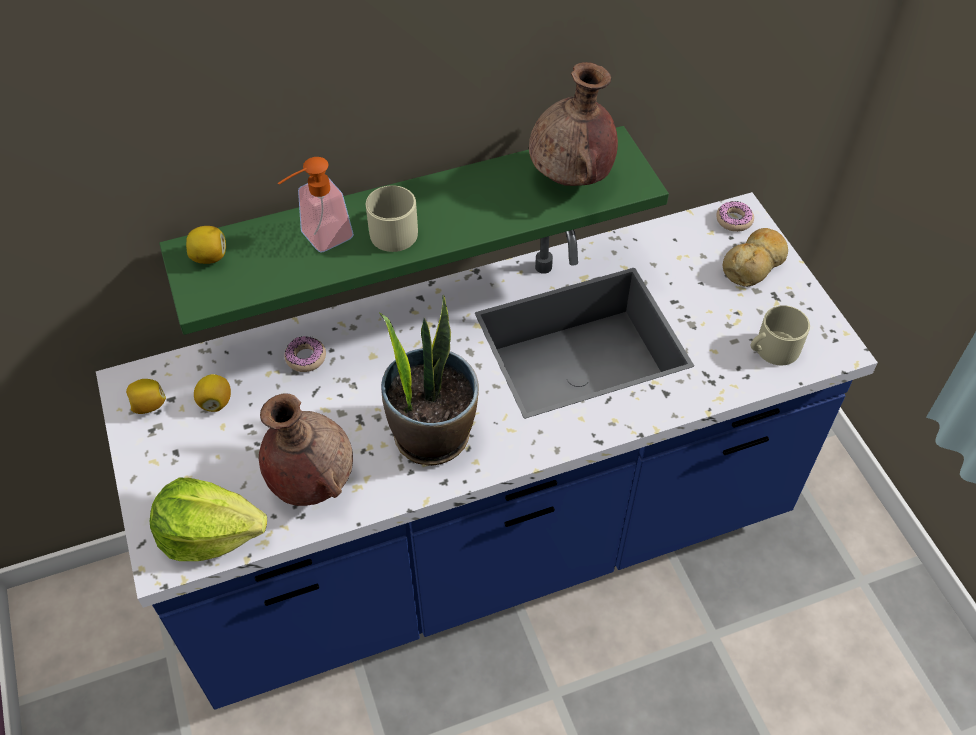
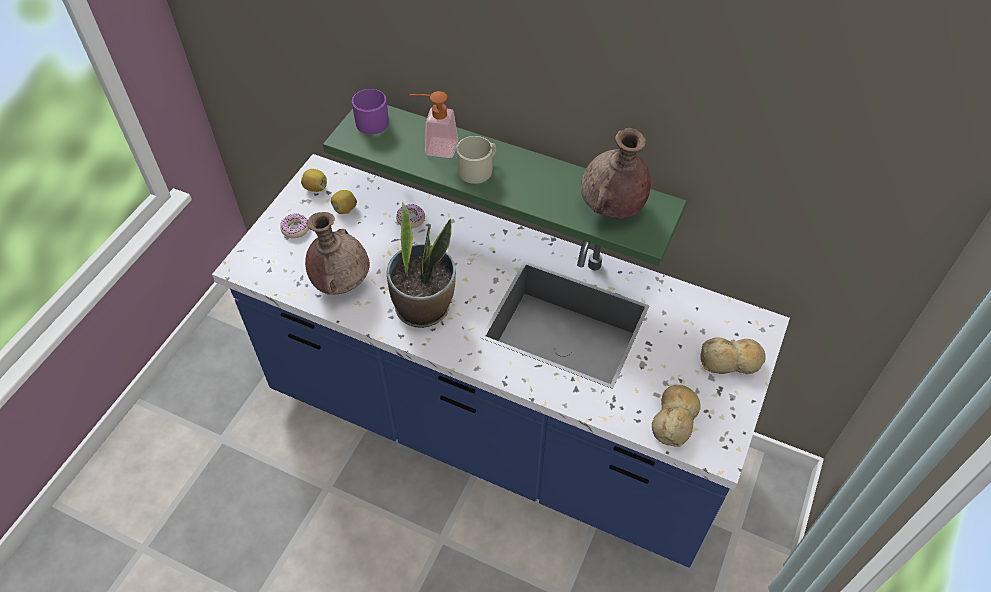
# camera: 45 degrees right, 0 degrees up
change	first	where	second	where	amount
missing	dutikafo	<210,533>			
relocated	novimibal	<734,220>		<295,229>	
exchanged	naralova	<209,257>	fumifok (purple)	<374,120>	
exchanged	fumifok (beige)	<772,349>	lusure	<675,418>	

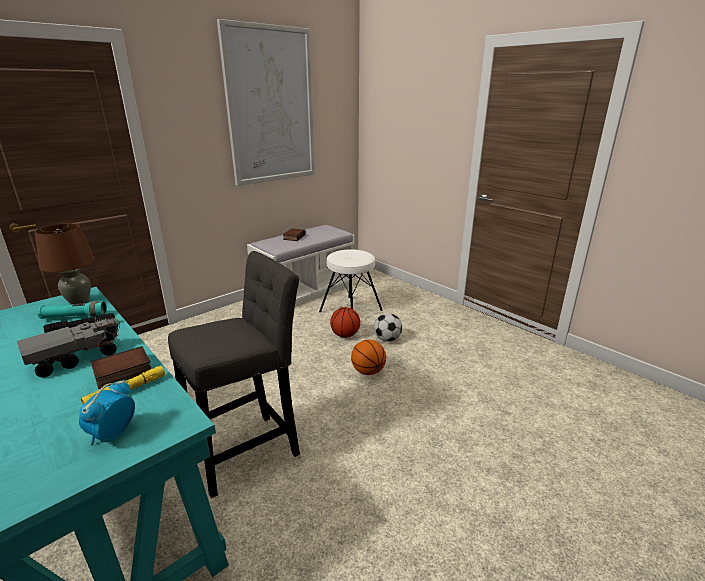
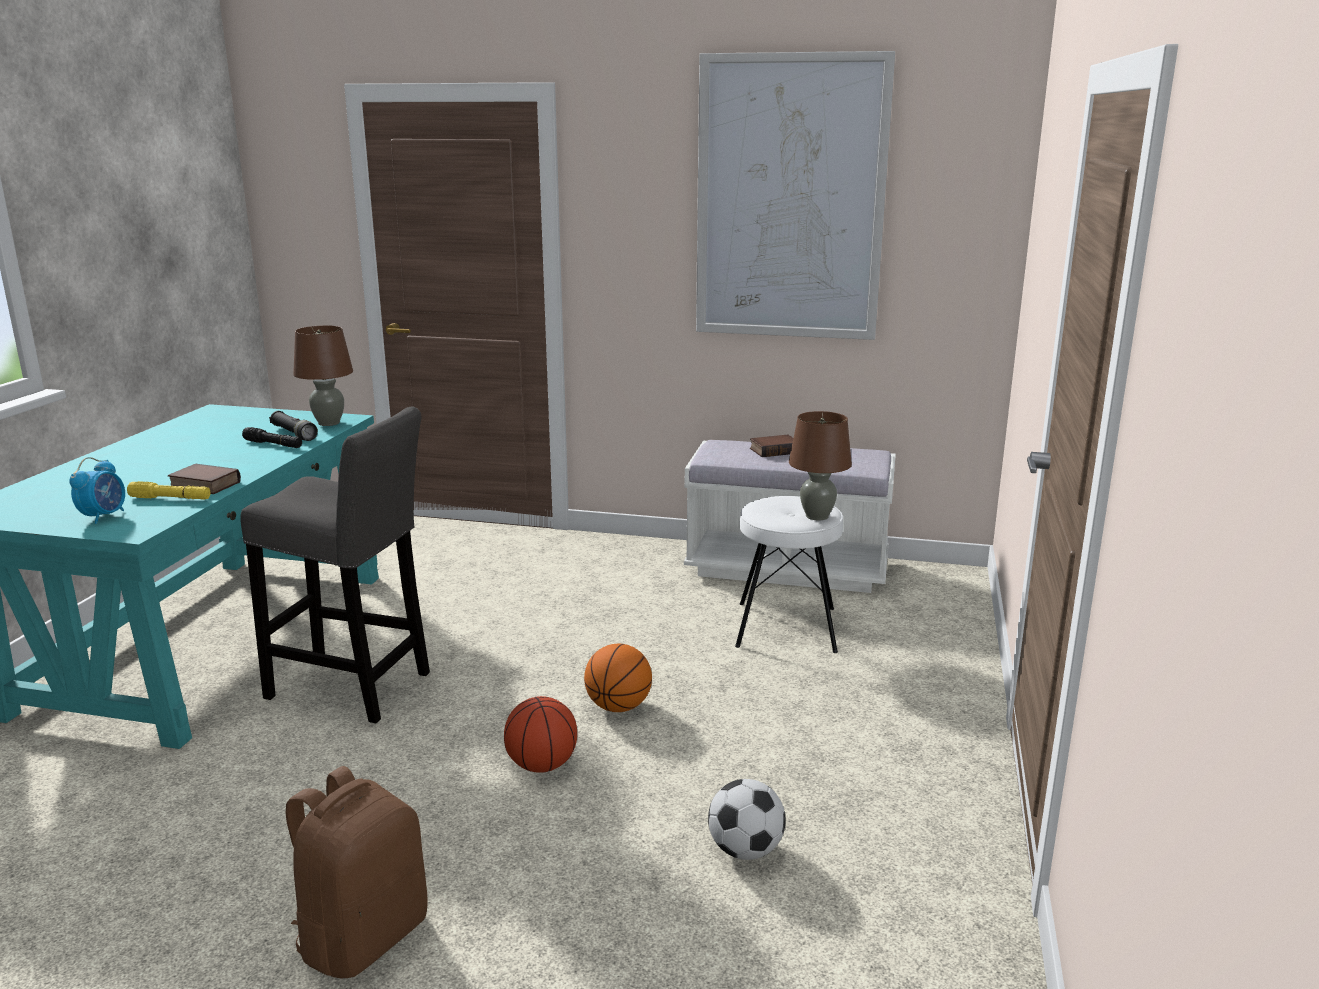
# camera: 55 degrees right, 5 degrees down
change	first	where	second	where	amount
missing	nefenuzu	<76,358>			
appeared			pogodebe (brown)	<363,936>	
appeared			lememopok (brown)	<817,516>	
relocated	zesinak	<345,335>		<541,765>	
relocated	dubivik	<387,339>		<746,850>	
colour	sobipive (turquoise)	<75,317>	sobipive (black)	<294,434>	
spun	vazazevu	<113,434>		<104,516>	120 degrees clockwise

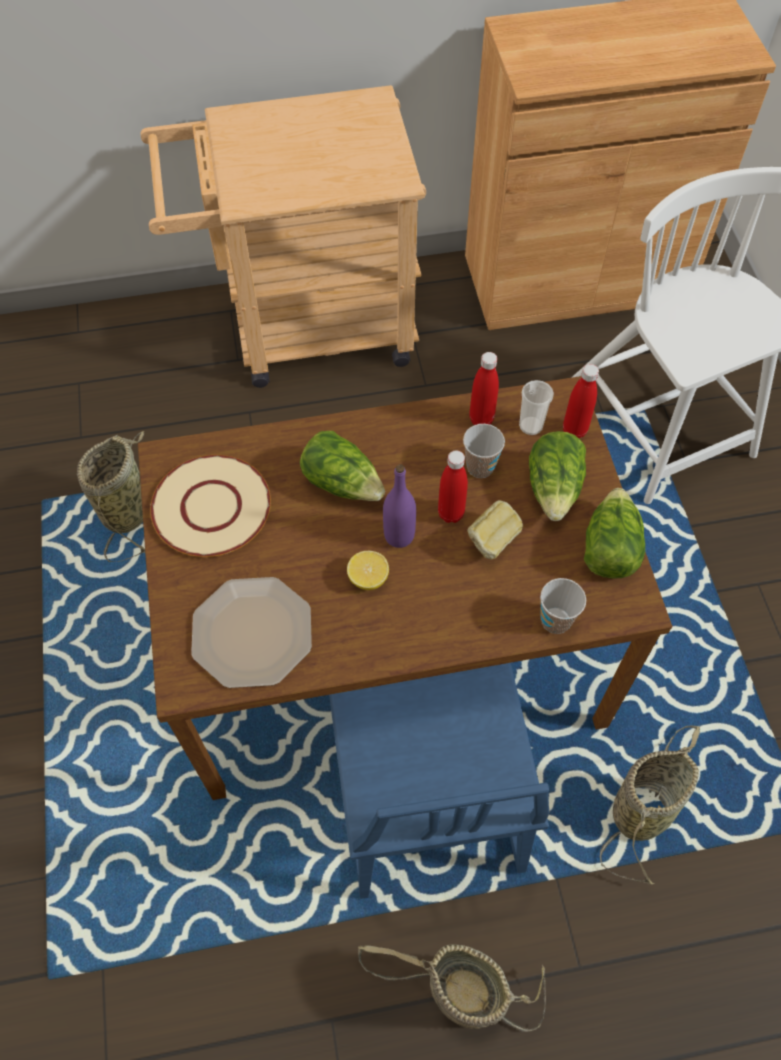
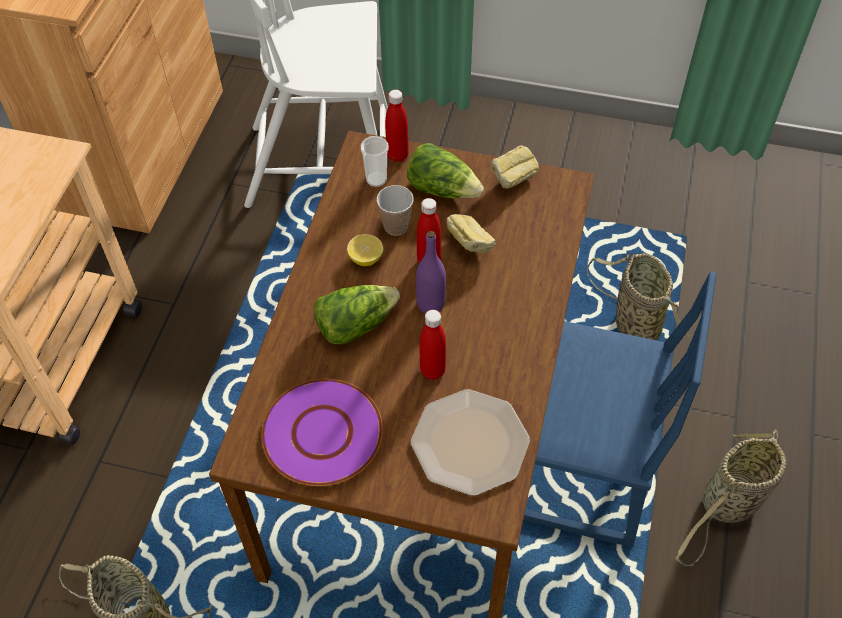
# camera: 65 degrees left, 5 degrees down
change	first	where	second	where	amount
missing	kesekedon	<555,620>			
relocated	naralova	<368,578>		<365,258>	
relocated	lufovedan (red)	<481,419>		<432,371>	
exchanged	dutikafo	<609,548>	lusure	<512,179>	
colour	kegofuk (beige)	<211,506>	kegofuk (purple)	<321,433>	

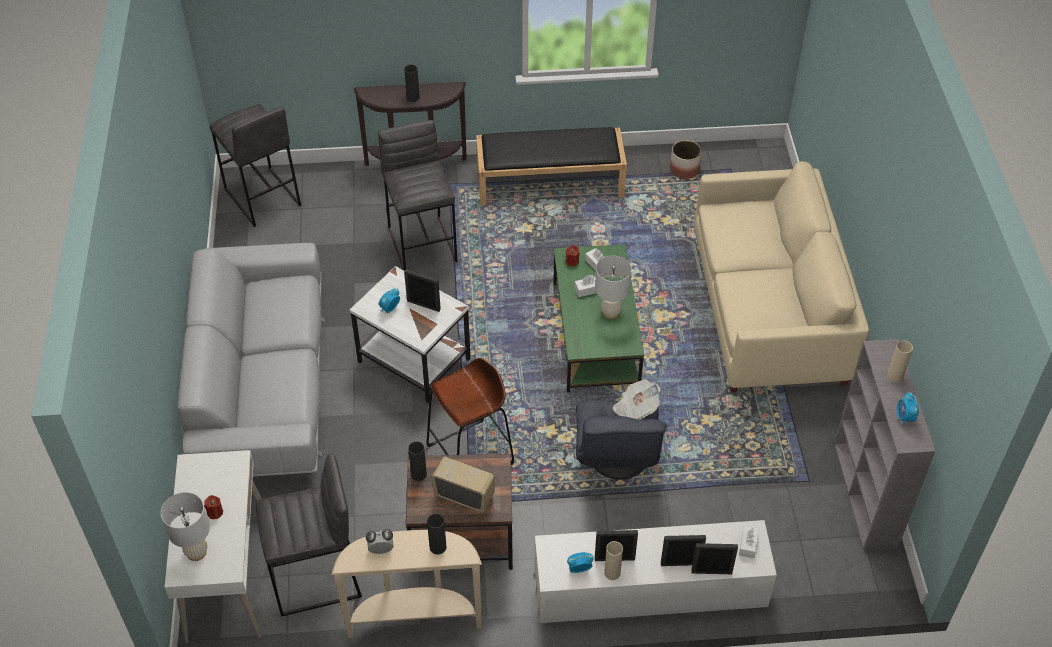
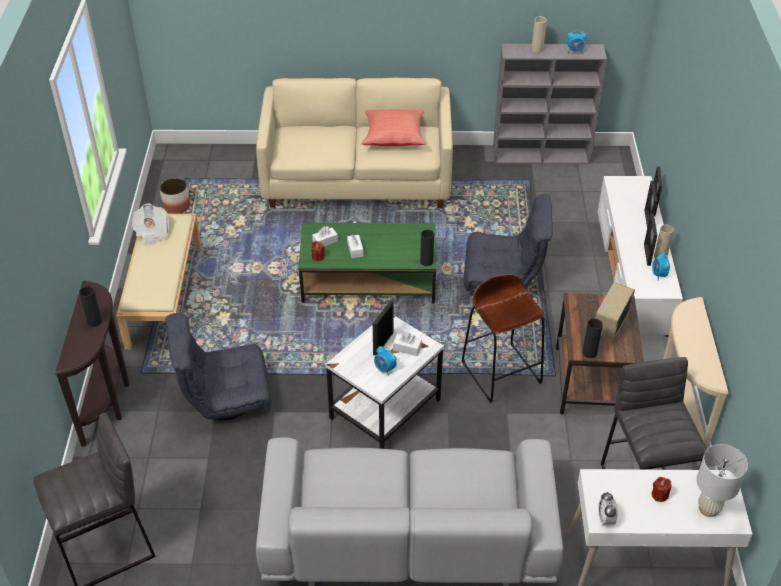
# camera: 85 degrees left, 5 degrees down
change	first	where	second	where	amount
missing	lememopok (white)	<610,312>			
appeared			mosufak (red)	<394,137>	
relocated	vazazevu	<381,550>		<605,519>	
relocated	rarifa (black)	<438,547>		<426,262>	
relocated	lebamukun	<635,408>		<152,233>	
relocated	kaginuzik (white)	<748,545>		<407,348>	
exchanged	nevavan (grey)	<423,244>	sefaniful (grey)	<225,398>	
colour	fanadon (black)	<551,182>	fanadon (beige)	<164,295>	

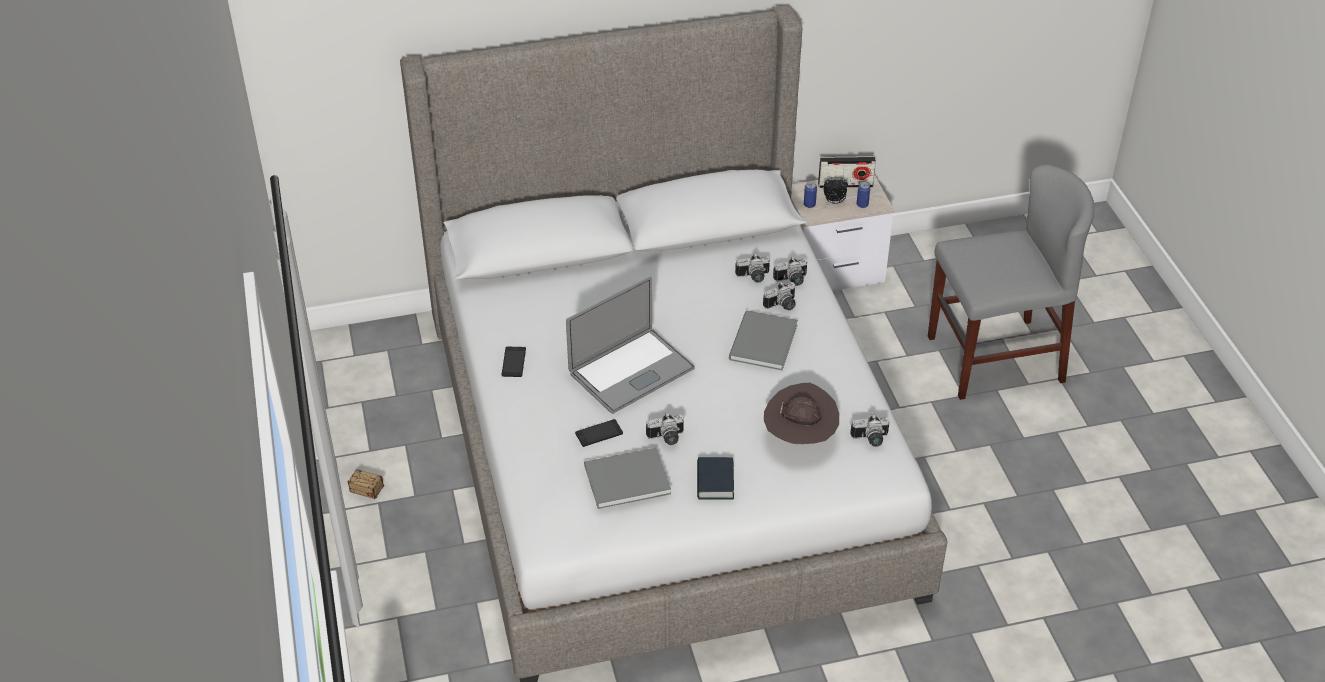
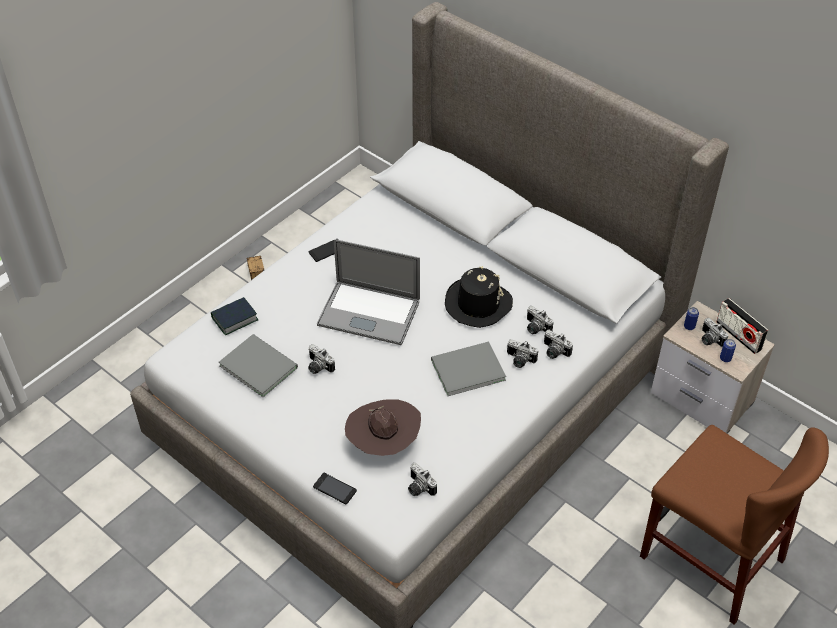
# camera: 55 degrees right, 5 degrees up
change	first	where	second	where	amount
appeared			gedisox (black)	<477,304>	
relocated	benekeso	<599,433>		<334,489>	
relocated	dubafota	<715,482>		<234,319>	
exchanged	vazazevu	<834,202>	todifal	<709,339>	
colour	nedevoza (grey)	<994,359>	nedevoza (brown)	<711,558>	

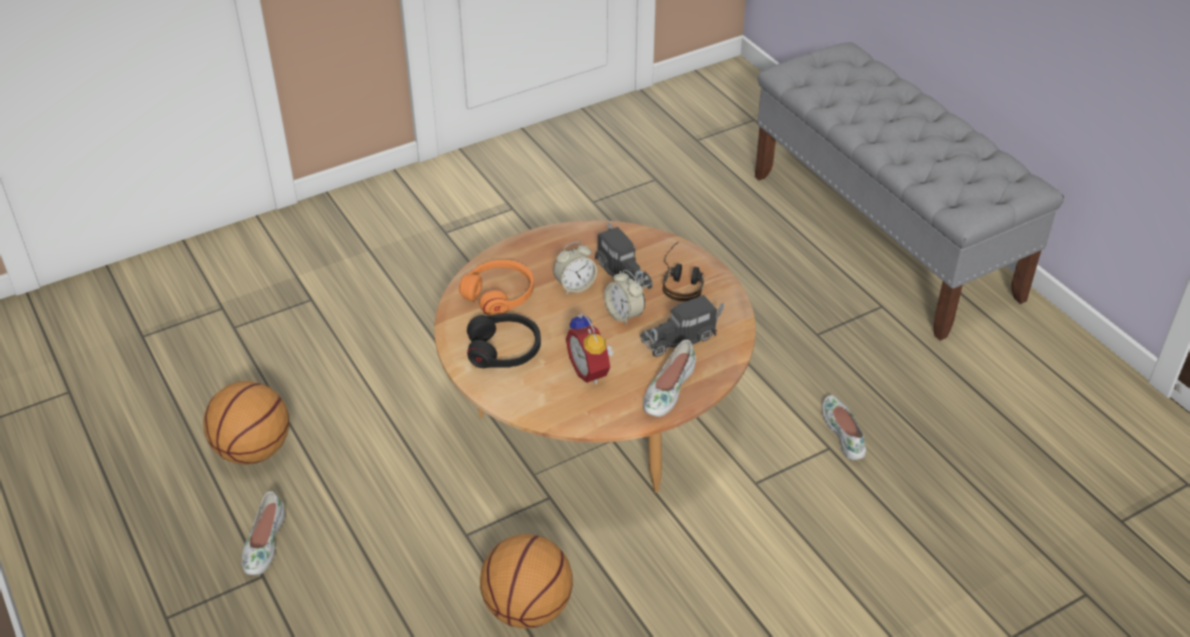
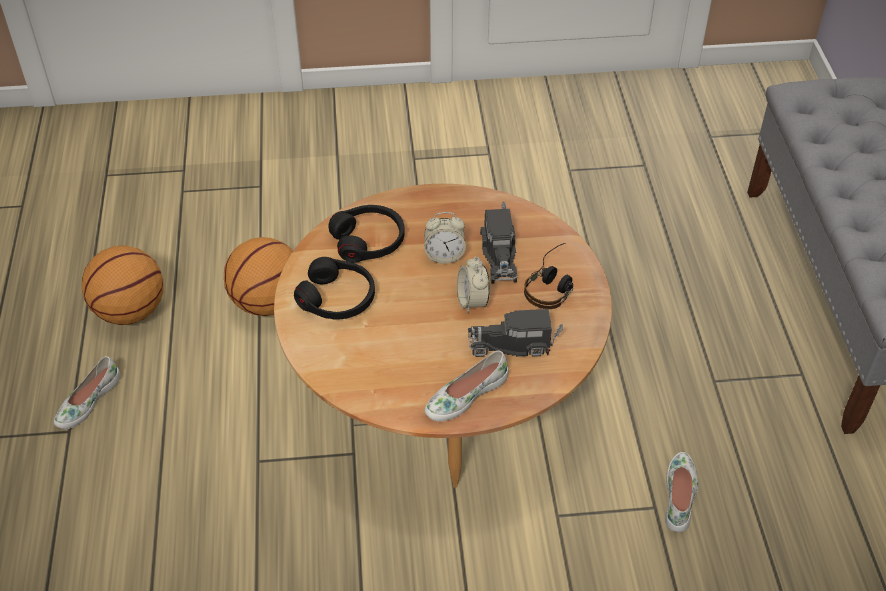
# camera: 25 degrees right, 5 degrees up
change	first	where	second	where	amount
missing	vazazevu	<591,371>			
relocated	zesinak	<527,608>		<267,302>	
colour	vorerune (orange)	<499,295>	vorerune (black)	<368,241>	

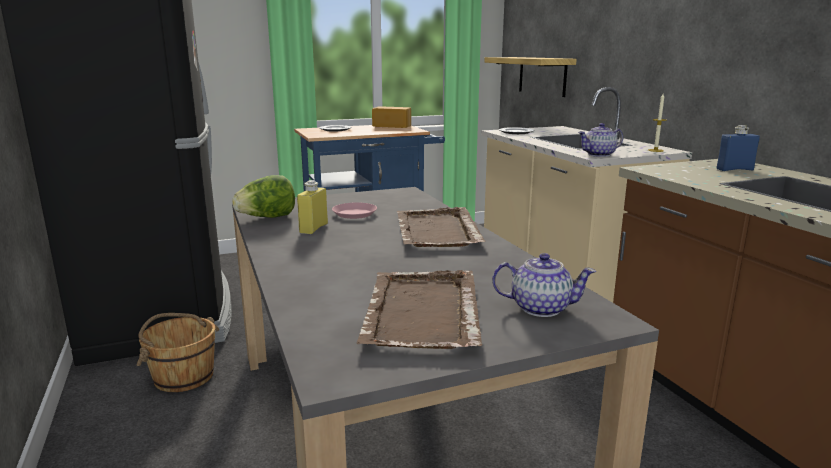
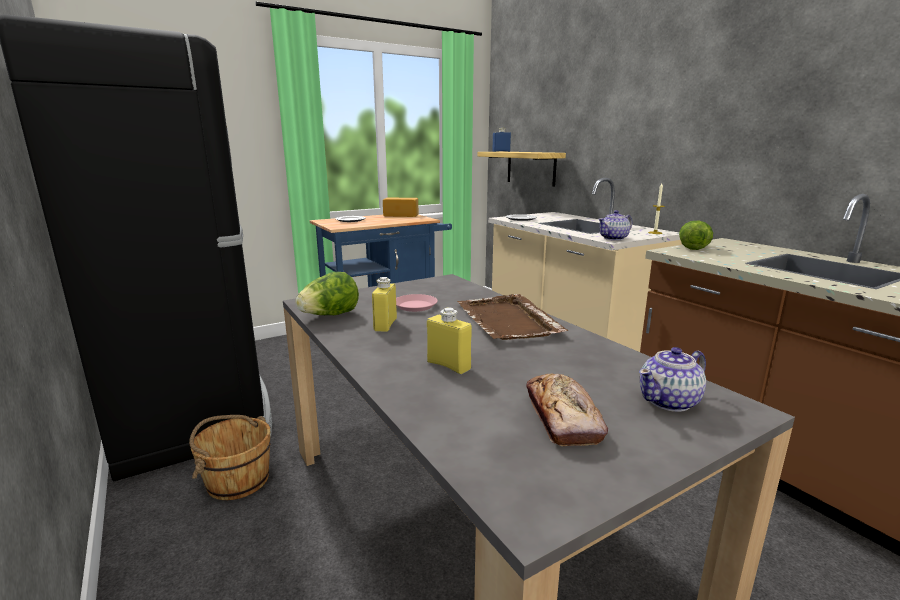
# camera: 10 degrees left, 0 degrees up
change	first	where	second	where	amount
appeared			lufovedan (yellow)	<448,365>	
appeared			dutikafo	<692,247>	
relocated	lufovedan (blue)	<734,169>		<501,151>	
exchanged	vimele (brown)	<421,313>	lusure	<562,418>	
spun	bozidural	<540,308>		<670,401>	150 degrees clockwise

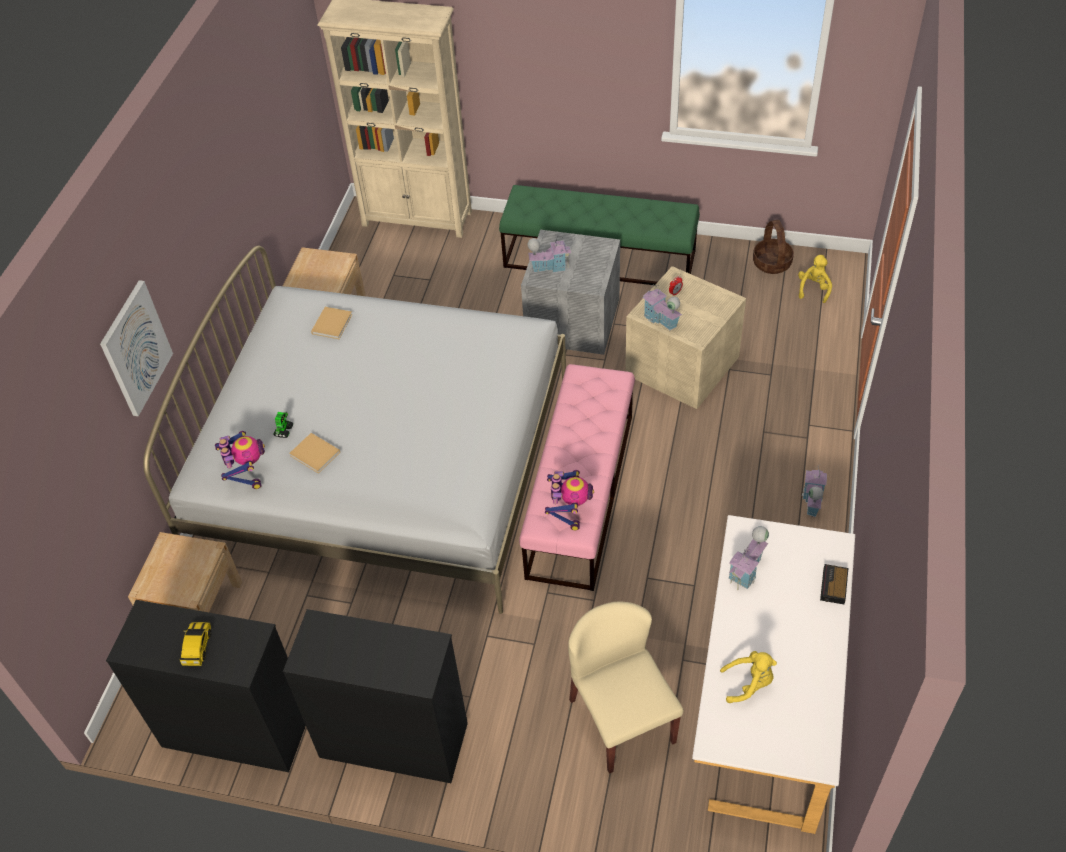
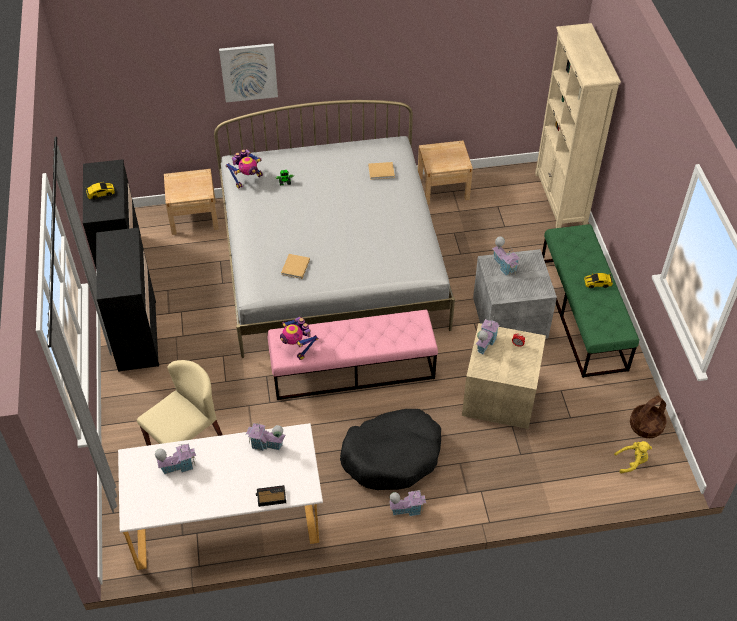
# camera: 65 degrees right, 0 degrees up
change	first	where	second	where	amount
appeared			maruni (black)	<392,456>	
appeared			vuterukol	<597,283>	
relocated	dubafota (beige)	<316,455>		<295,268>	
exchanged	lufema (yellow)	<749,683>	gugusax	<178,466>	
spun	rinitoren	<569,510>		<297,347>	75 degrees clockwise

